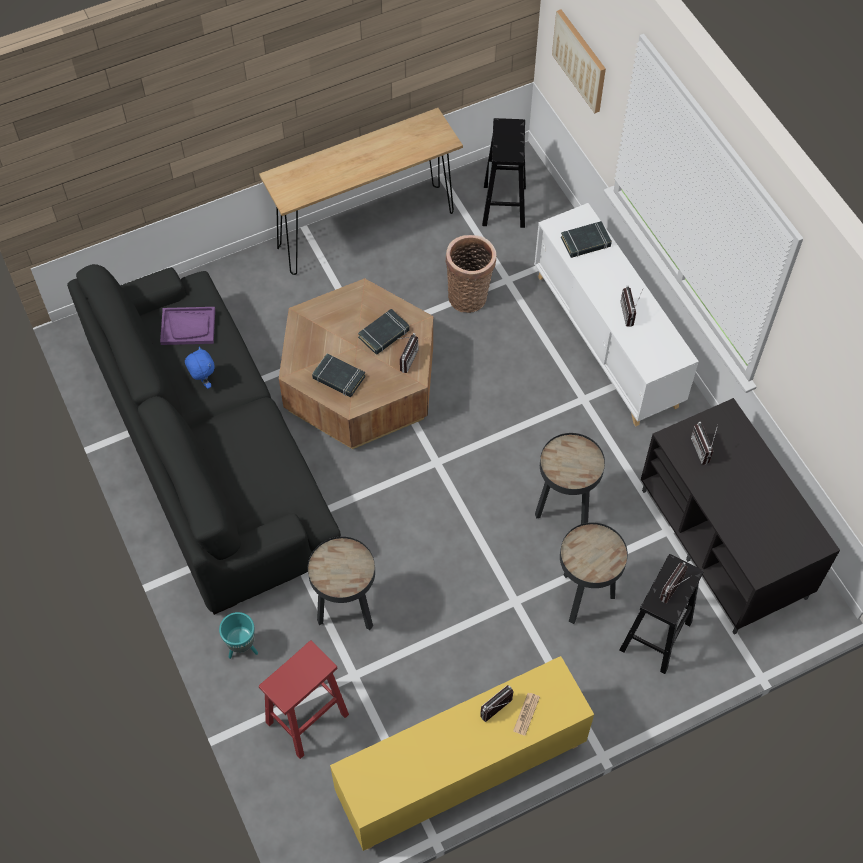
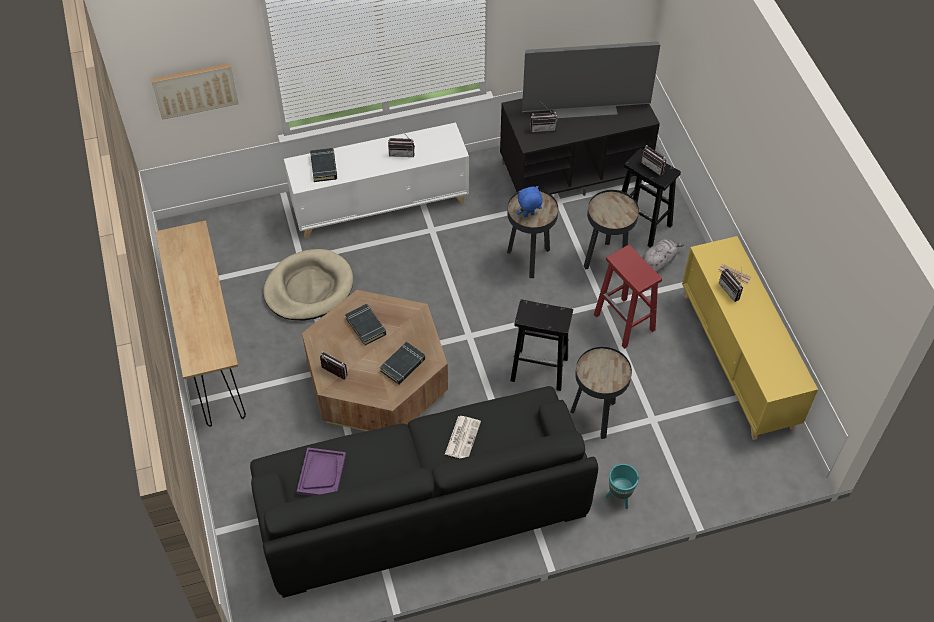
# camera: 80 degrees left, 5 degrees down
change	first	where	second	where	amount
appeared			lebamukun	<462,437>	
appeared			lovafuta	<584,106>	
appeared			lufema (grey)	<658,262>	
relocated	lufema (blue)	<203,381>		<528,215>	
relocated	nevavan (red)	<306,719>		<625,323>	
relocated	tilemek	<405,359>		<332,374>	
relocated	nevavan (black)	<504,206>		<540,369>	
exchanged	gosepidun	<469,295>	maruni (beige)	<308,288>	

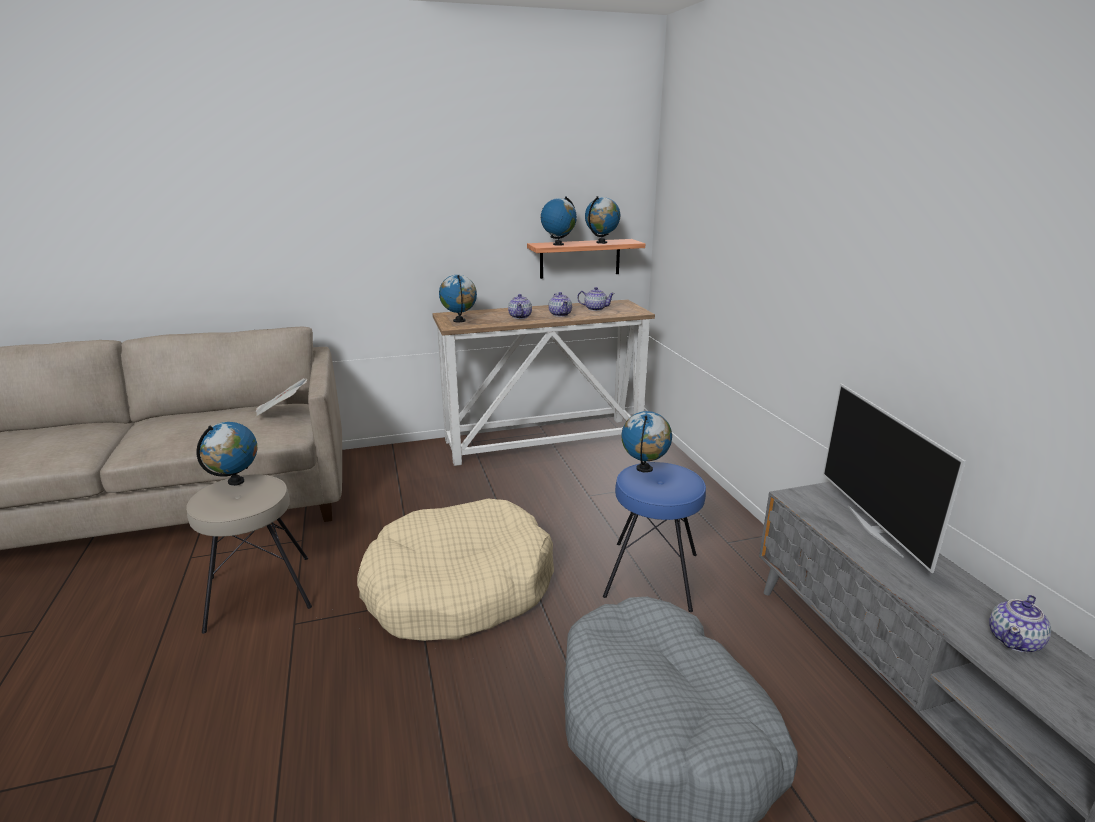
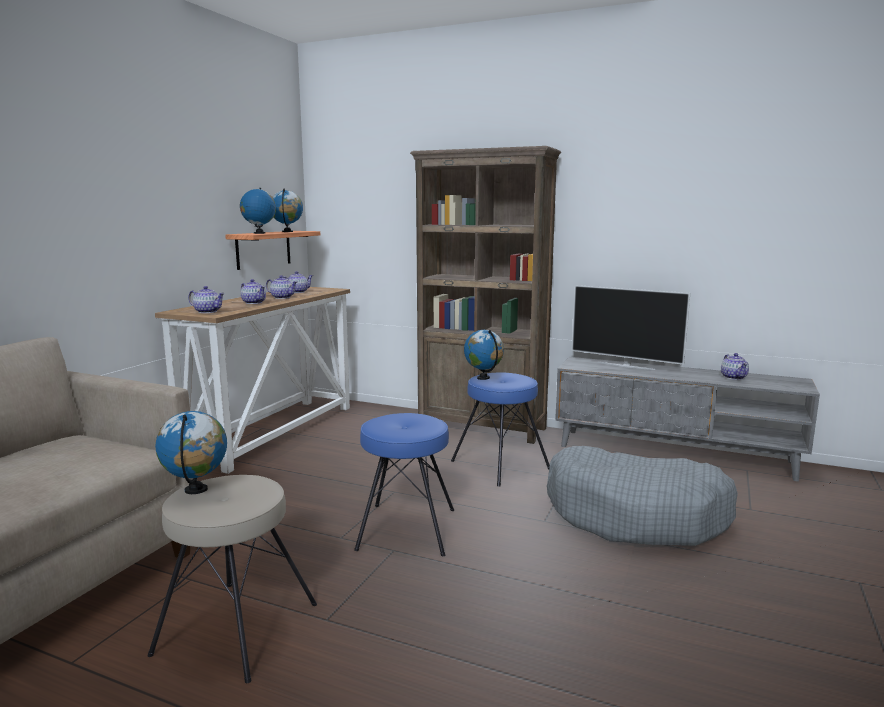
# camera: 50 degrees left, 10 degrees down
change	first	where	second	where	amount
missing	lebamukun	<282,411>			
appeared			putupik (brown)	<482,427>	
exchanged	maruni (beige)	<459,588>	nevavan (blue)	<406,529>	
exchanged	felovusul	<459,321>	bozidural	<207,311>	

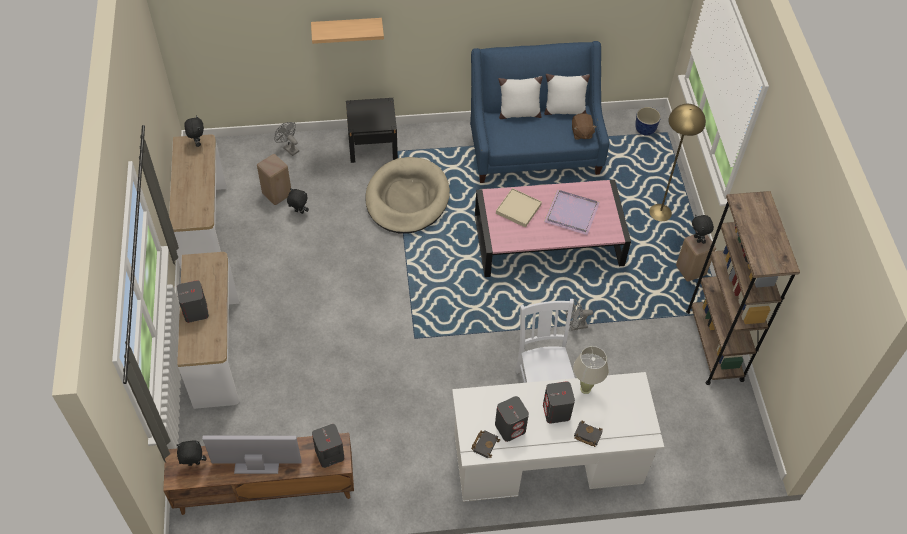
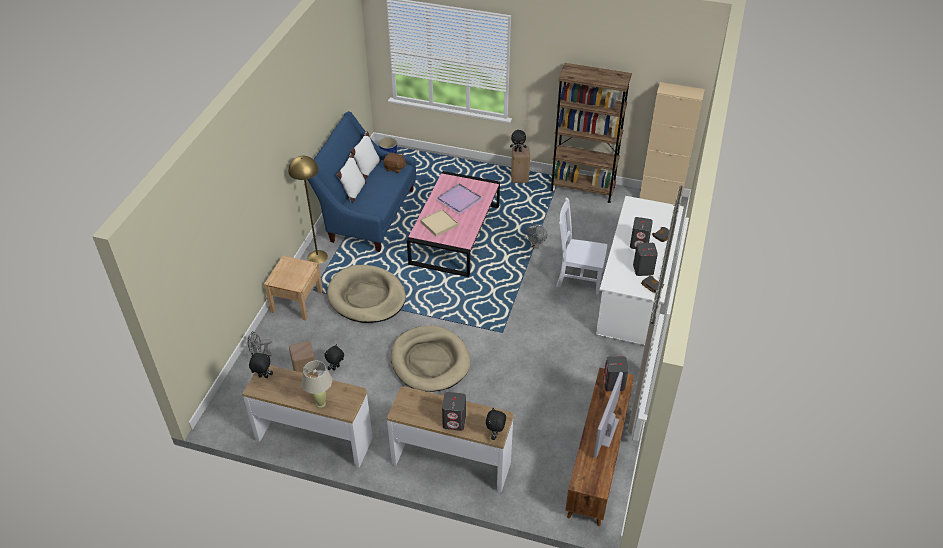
# camera: 65 degrees left, 10 degrees down
change	first	where	second	where	amount
missing	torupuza	<347,29>			
appeared			maruni (beige)	<430,361>	
appeared			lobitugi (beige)	<660,199>	
relocated	lufema (black)	<194,464>		<495,435>	
relocated	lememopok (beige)	<585,389>		<321,403>	
relocated	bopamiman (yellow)	<660,212>		<317,256>	
colour	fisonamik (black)	<372,145>	fisonamik (beige)	<296,301>	

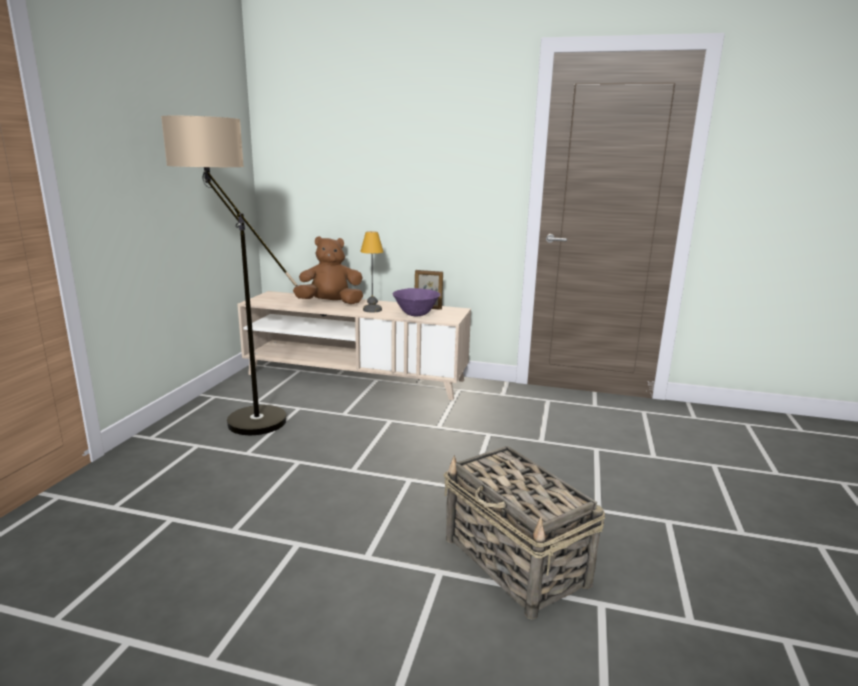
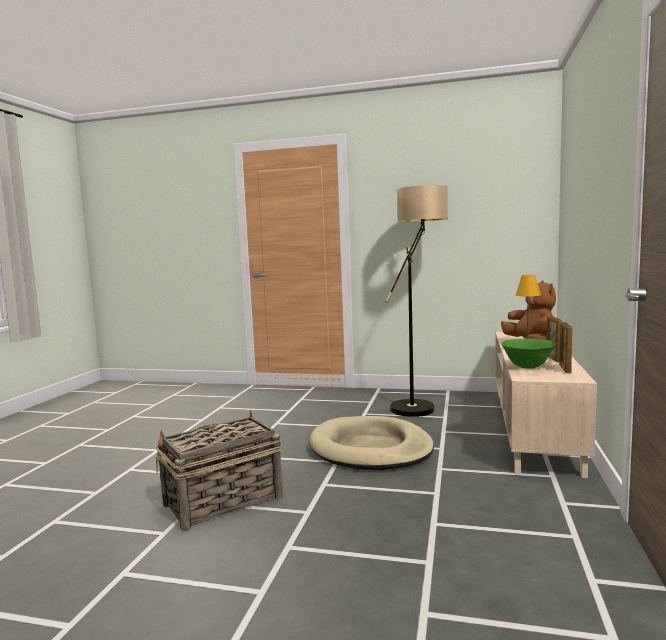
# camera: 90 degrees right, 10 degrees down
change	first	where	second	where	amount
appeared			maruni (beige)	<370,449>	
appeared			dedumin	<553,359>	
colour	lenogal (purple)	<416,315>	lenogal (green)	<527,367>	

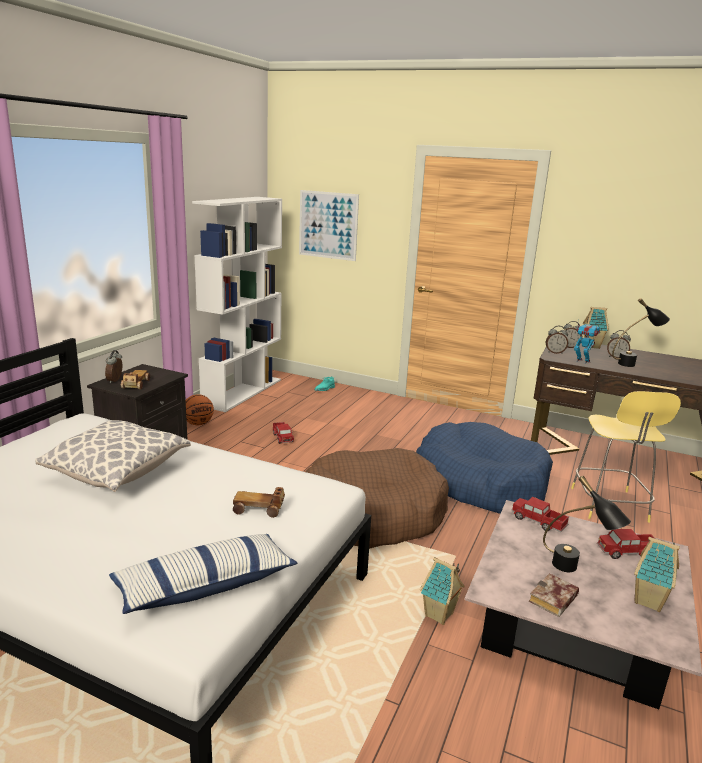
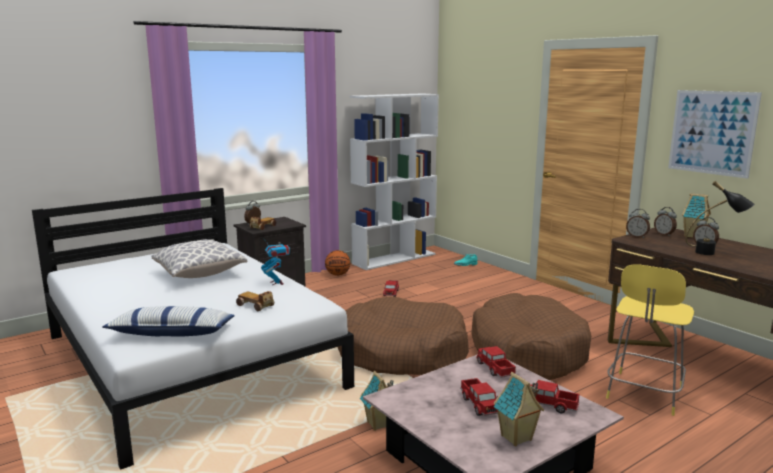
# camera: 30 degrees right, 5 degrees down
change	first	where	second	where	amount
missing	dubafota	<553,601>			
relocated	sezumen	<328,225>		<712,132>	
relocated	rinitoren	<582,361>		<277,283>	
exchanged	lememopok (black)	<575,570>	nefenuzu	<479,404>	
colour	maruni (blue)	<480,482>	maruni (brown)	<528,351>	

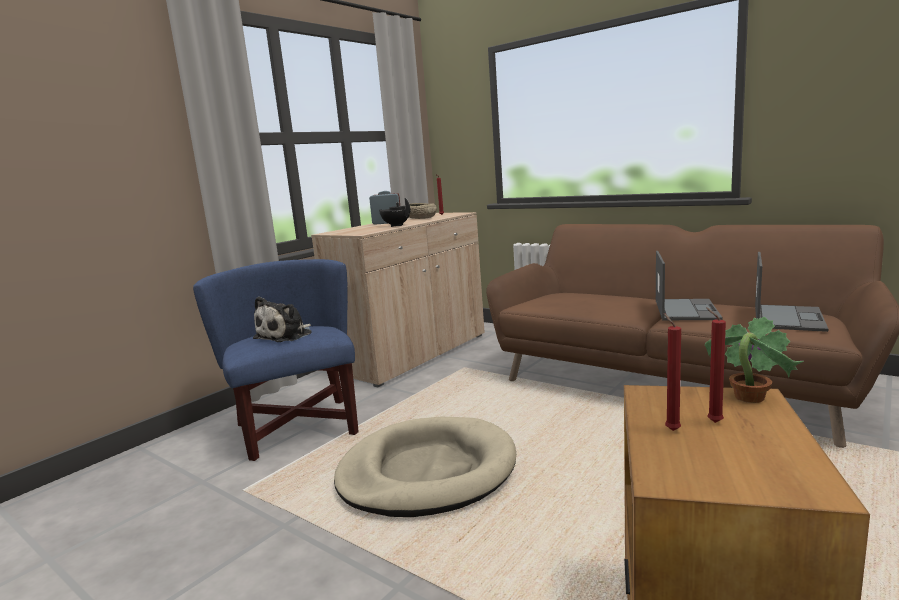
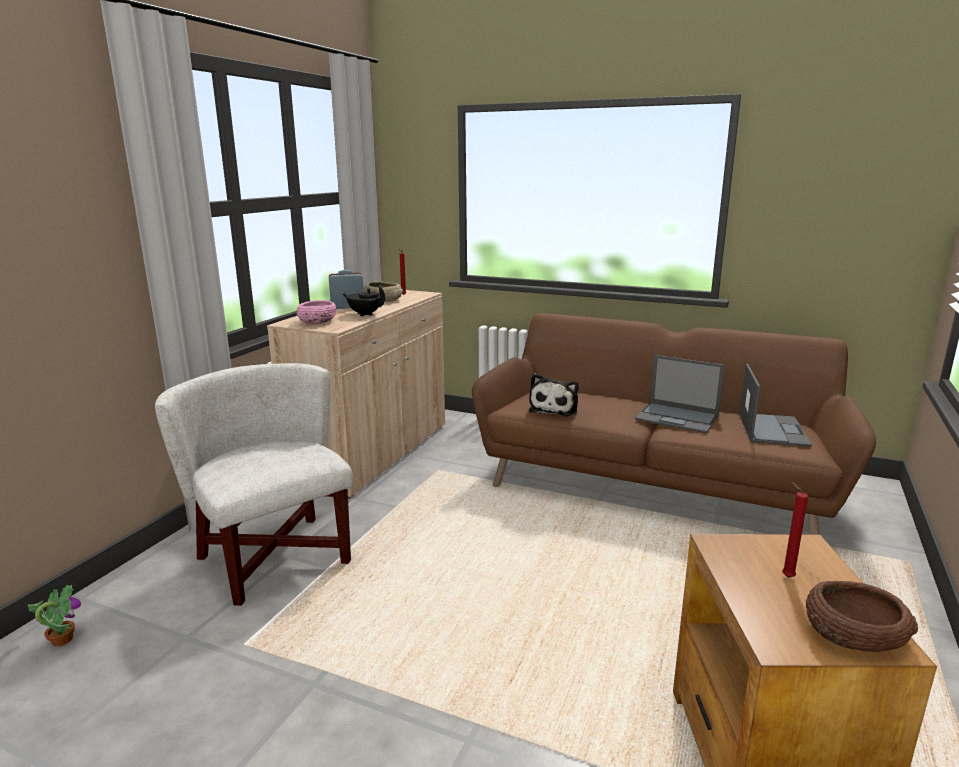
# camera: 15 degrees left, 5 degrees up
change	first	where	second	where	amount
missing	maruni (beige)	<427,472>			
missing	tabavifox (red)	<670,429>			
appeared			lenogal (pink)	<317,321>	
appeared			lenogal (brown)	<853,633>	
relocated	lufema	<286,335>		<555,408>	
relocated	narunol	<748,397>		<61,640>	
colour	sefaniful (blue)	<298,428>	sefaniful (white)	<275,558>	
spun	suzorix	<685,310>		<678,418>	120 degrees clockwise

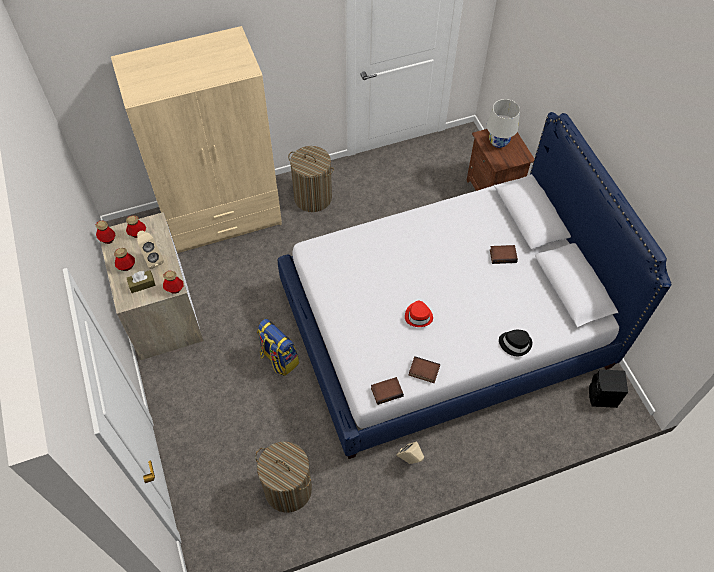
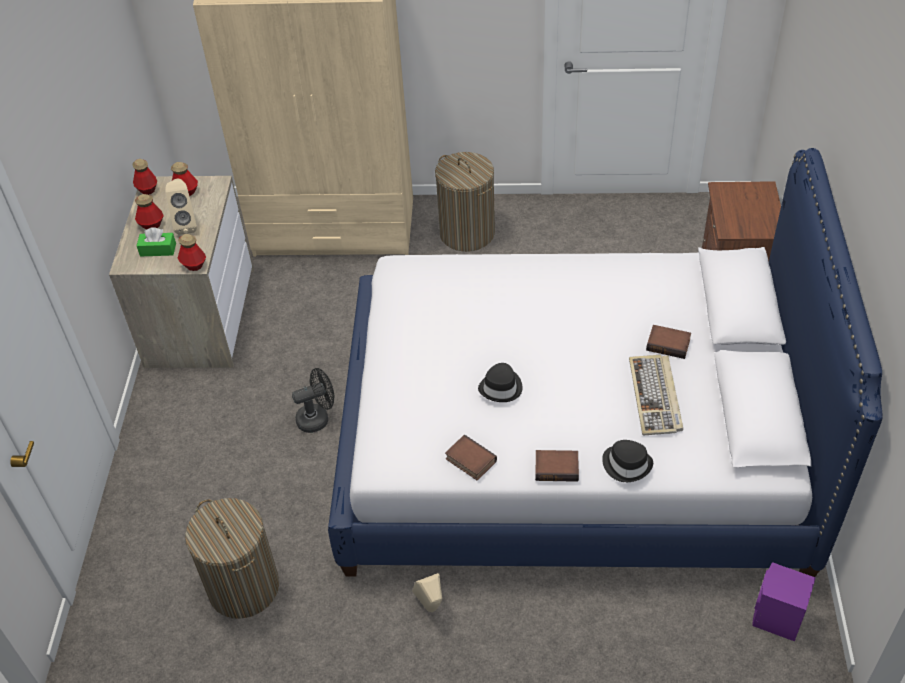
# camera: 25 degrees right, 10 degrees down
change	first	where	second	where	amount
missing	lememopok (white)	<498,141>			
appeared			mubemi	<655,397>	
relocated	dubafota	<387,391>		<557,467>	
exchanged	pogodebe	<278,359>	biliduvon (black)	<318,418>	
colour	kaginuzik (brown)	<142,284>	kaginuzik (green)	<158,250>	
colour	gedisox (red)	<418,316>	gedisox (black)	<501,388>	
colour	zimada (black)	<602,397>	zimada (purple)	<776,619>	

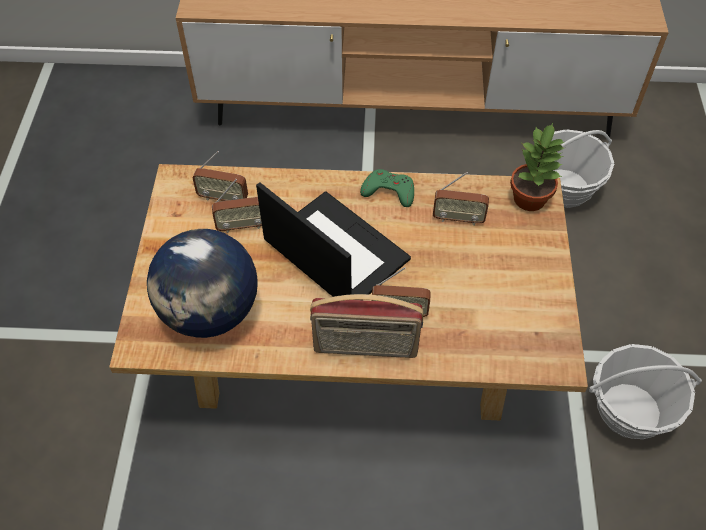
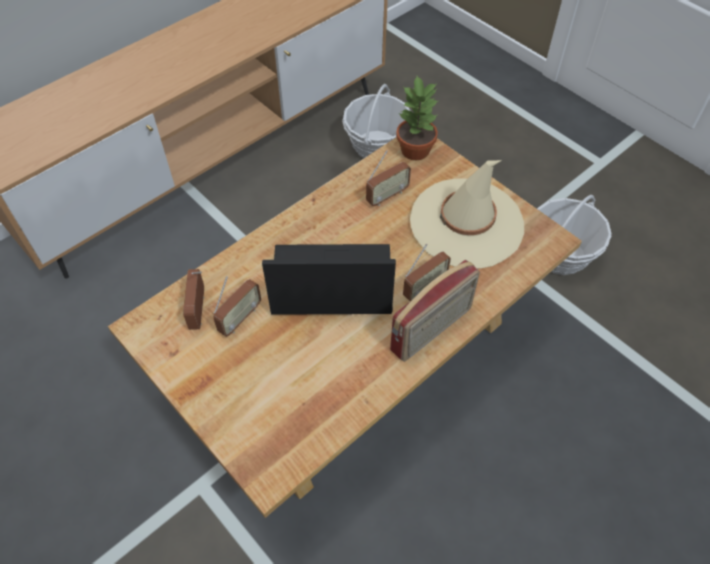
# camera: 45 degrees left, 0 degrees up
change	first	where	second	where	amount
missing	felovusul	<209,312>			
missing	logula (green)	<389,191>			
appeared			gedisox (beige)	<466,223>	
spun	tilemek	<223,198>		<198,310>	120 degrees clockwise

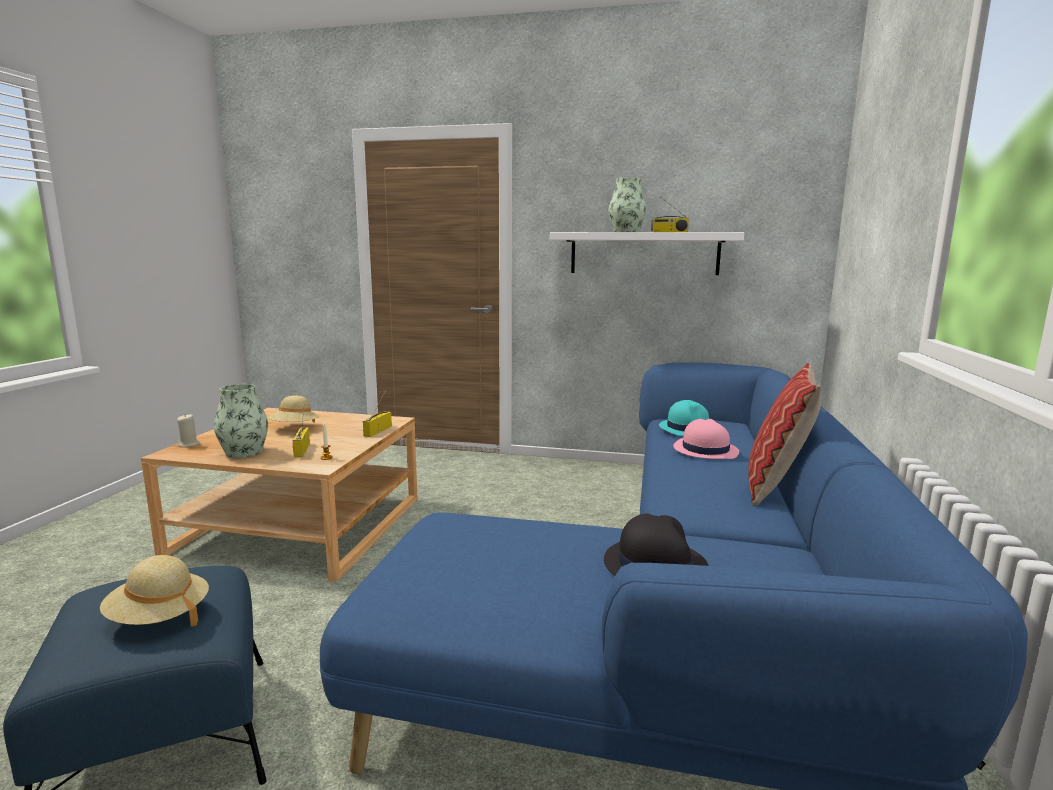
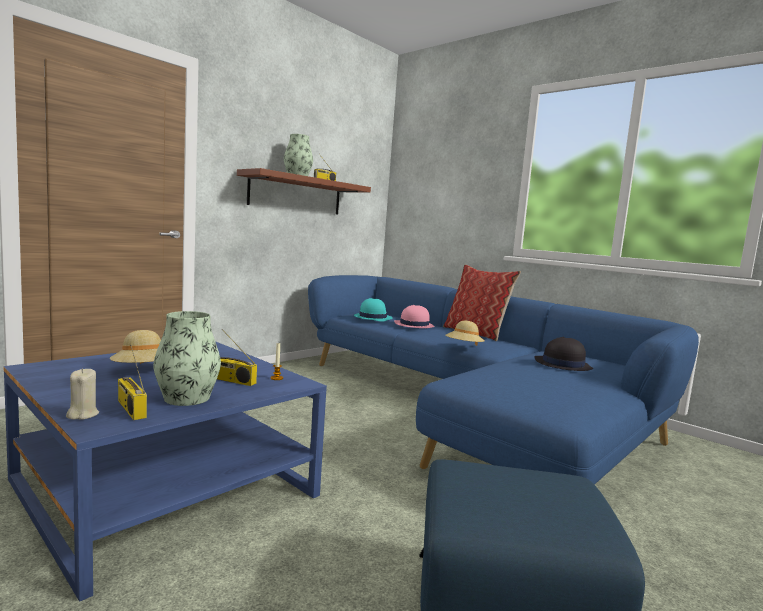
# camera: 60 degrees left, 5 degrees down
change	first	where	second	where	amount
relocated	gedisox (beige)	<159,617>		<463,347>	
relocated	tilemek	<378,431>		<130,409>	
colour	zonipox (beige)	<300,525>	zonipox (blue)	<166,487>	
colour	torupuza (white)	<644,253>	torupuza (brown)	<296,194>	

